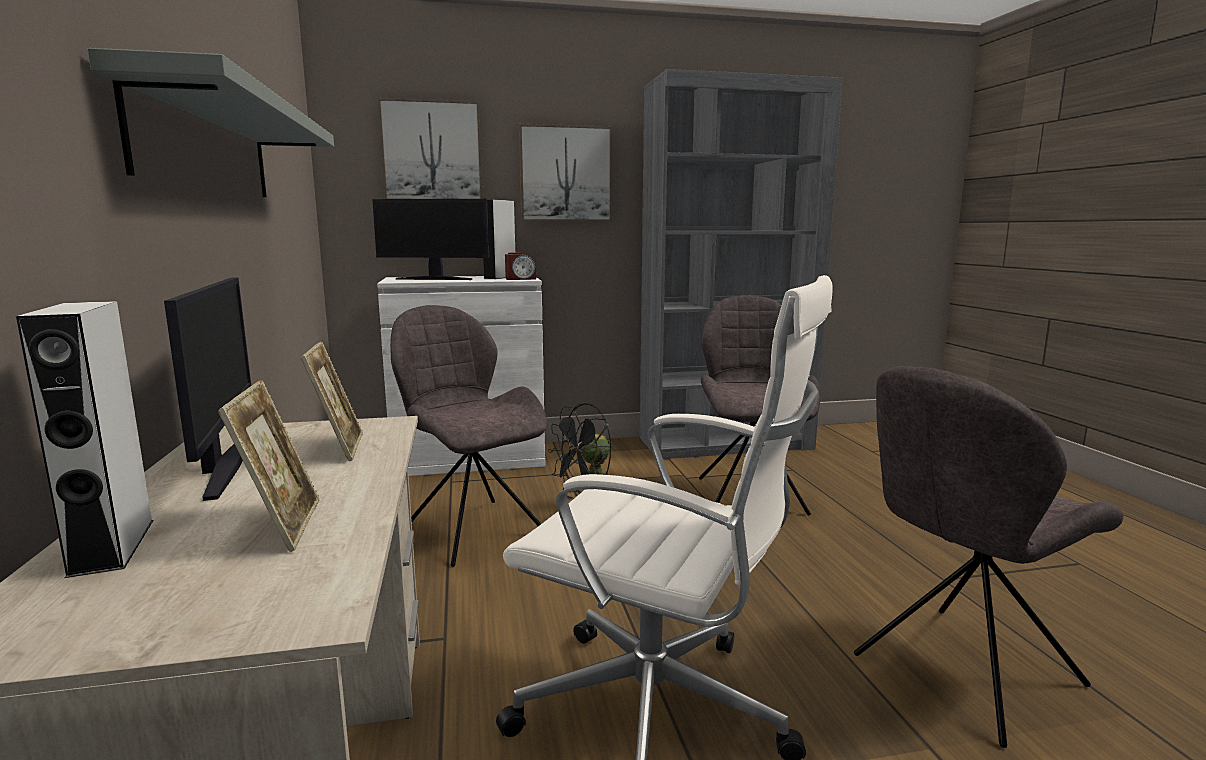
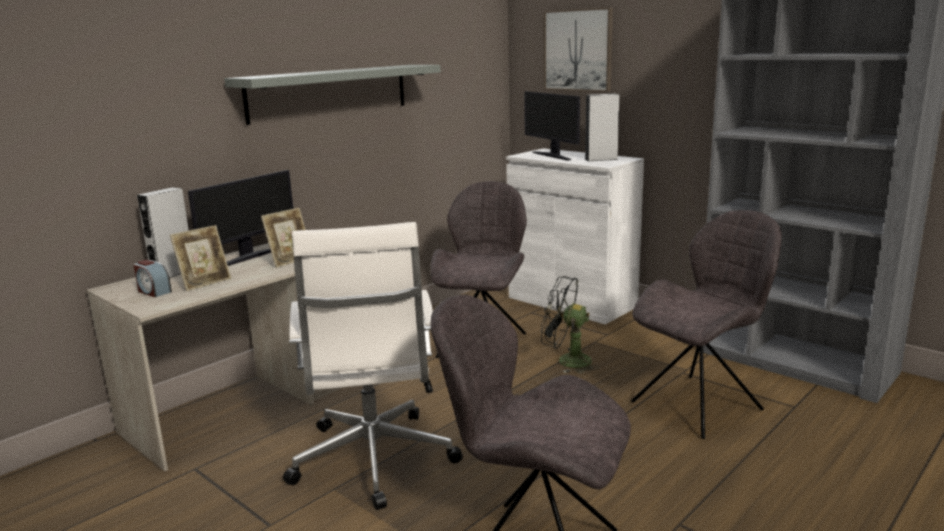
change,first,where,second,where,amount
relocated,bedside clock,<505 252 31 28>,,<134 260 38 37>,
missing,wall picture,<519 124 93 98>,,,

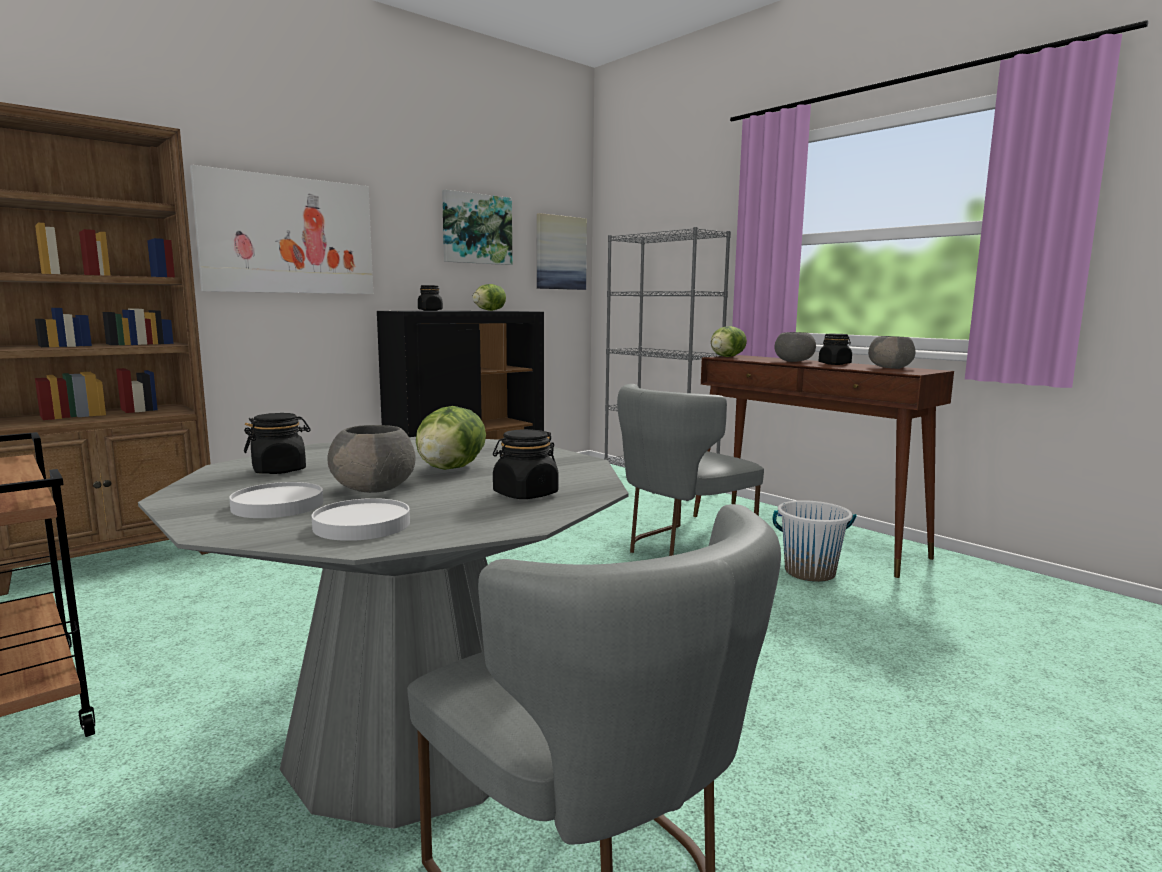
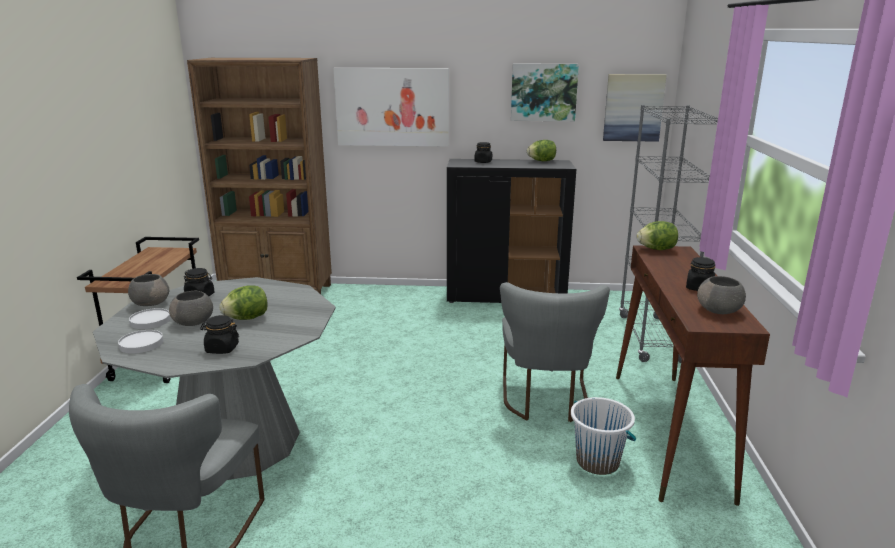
change,first,where,second,where,amount
relocated,greyish deep dish,<774 332 42 30>,,<128 274 41 32>,
spun,greyish plain chair,<617 384 147 172>,,<500 282 110 140>,90 degrees counterclockwise

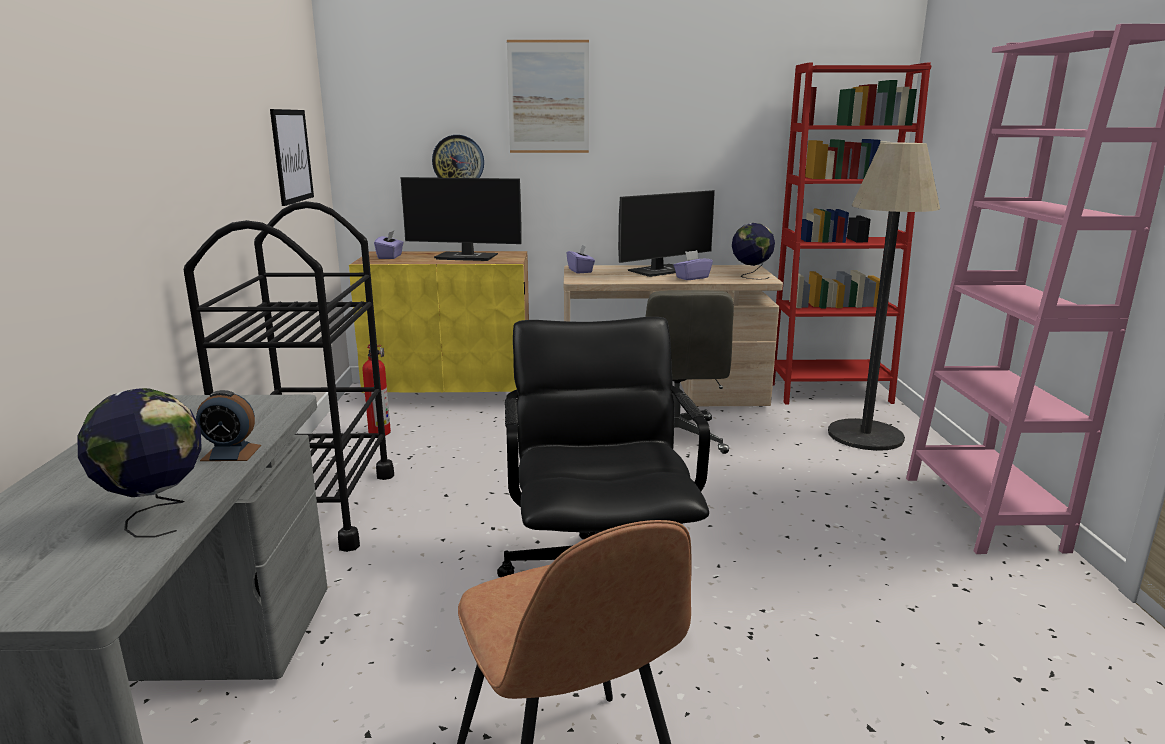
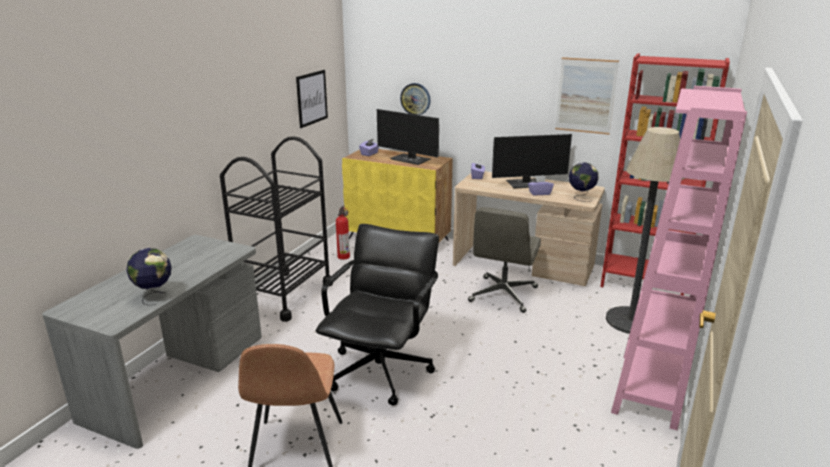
change,first,where,second,where,amount
relocated,wall picture,<507 40 82 113>,,<555 57 64 78>,
missing,bedside clock,<196 390 65 71>,,,

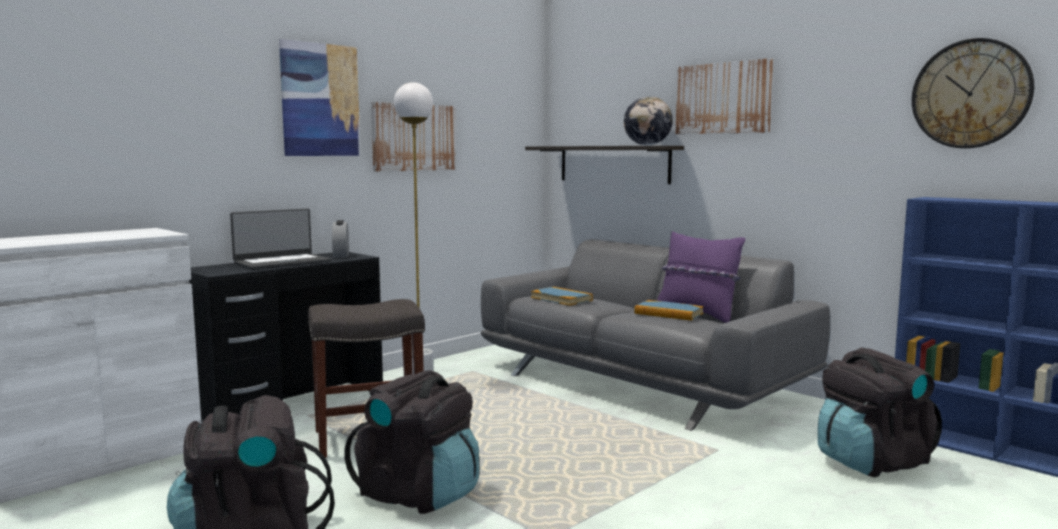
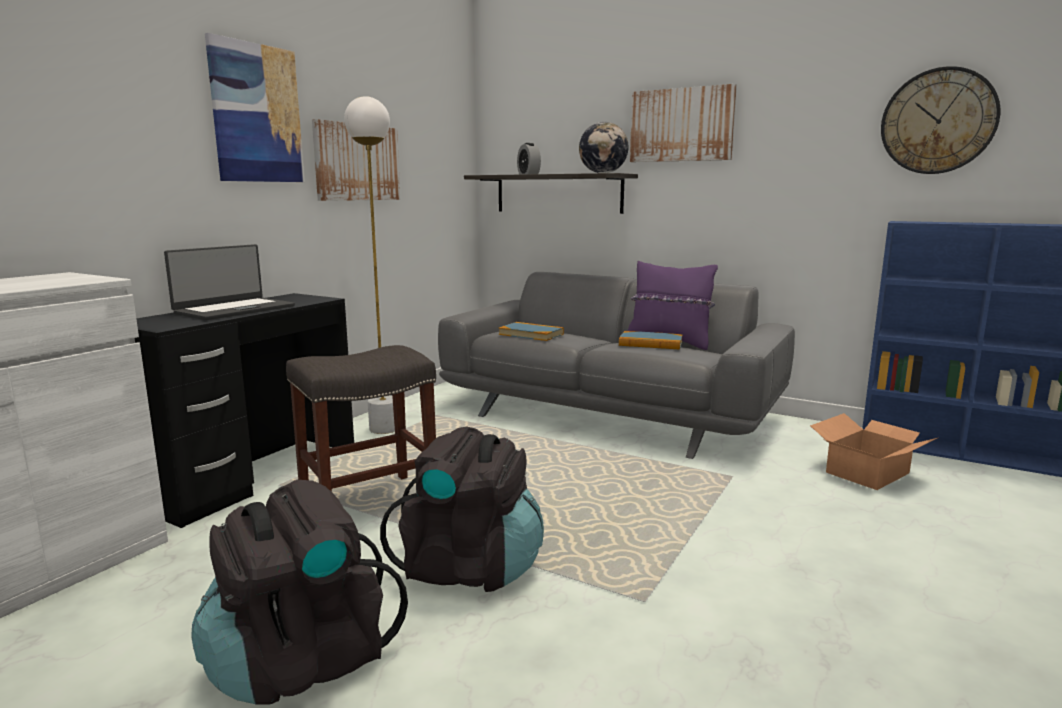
change,first,where,second,where,amount
relocated,bedside clock,<332 220 17 38>,,<517 143 24 32>,
exchanged,blackish rucksack,<818 348 124 129>,packing box,<810 413 127 77>,

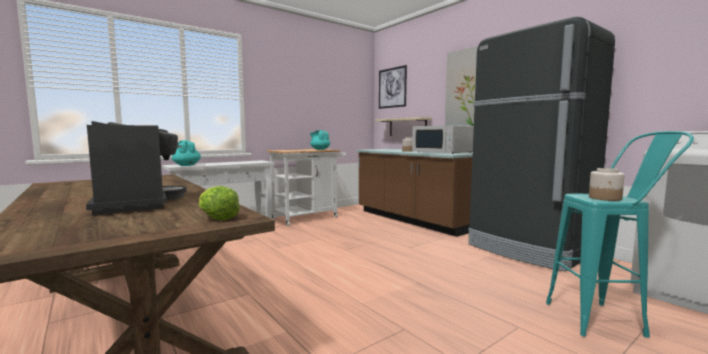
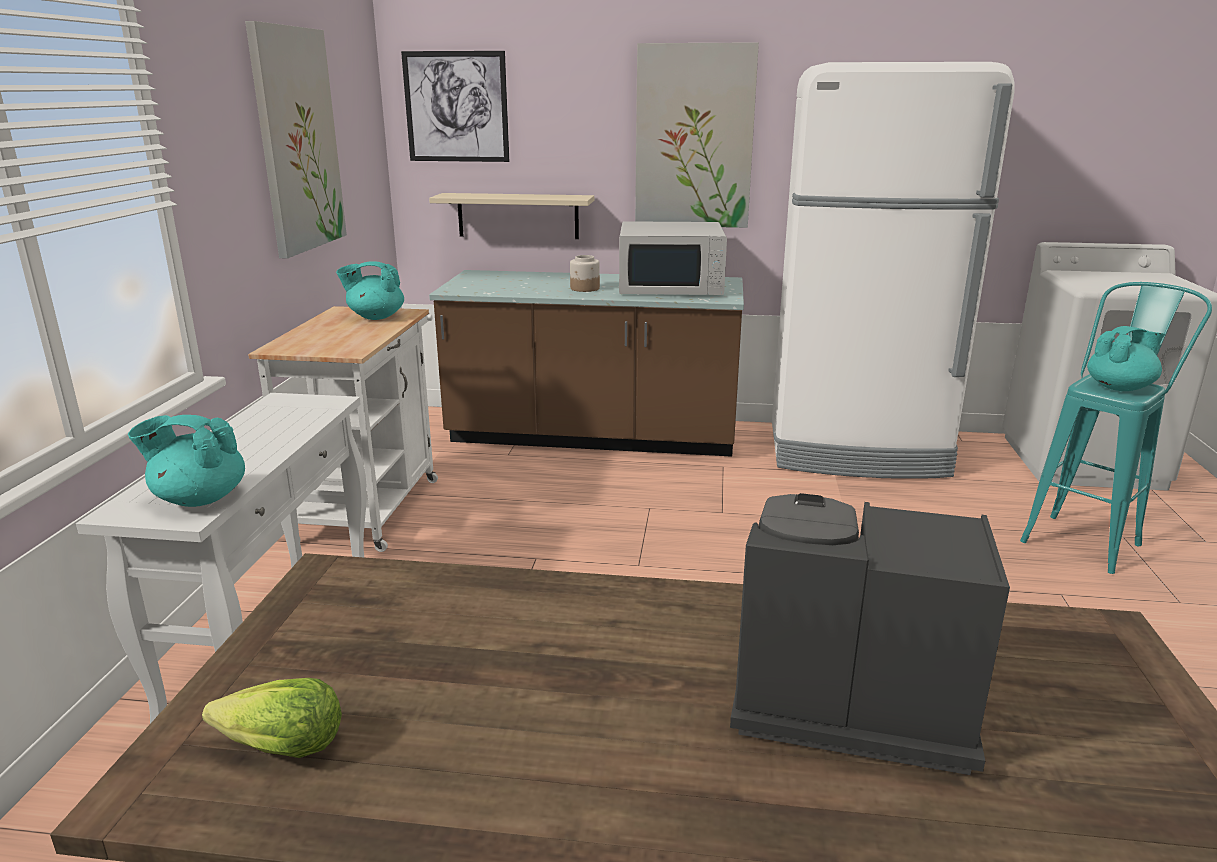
change,first,where,second,where,amount
relocated,head of lettuce,<199 186 41 34>,,<202 678 140 80>,
appeared,,,wall picture,<245 21 102 237>,
colour,blackish kitchen fridge,<468 17 147 255>,white kitchen fridge,<772 62 243 417>,
exchanged,preserve jar,<589 168 36 33>,turquoise tea pot,<1087 326 78 65>,

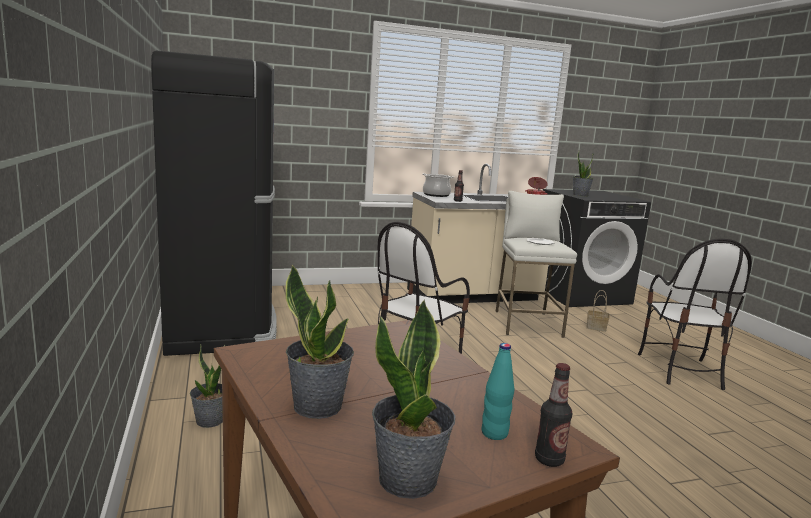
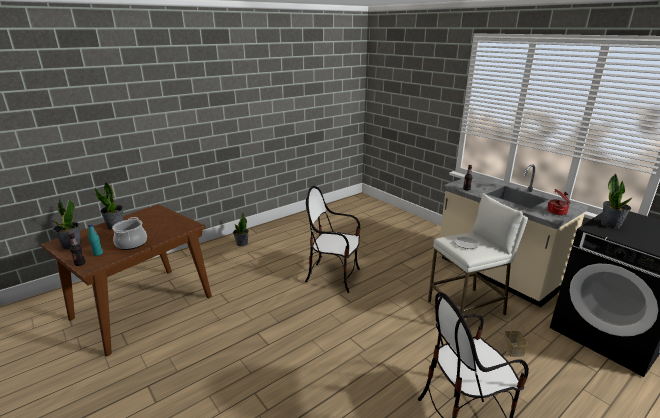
change,first,where,second,where,amount
relocated,stockpot,<422 173 32 24>,,<112 217 35 33>,
missing,blackish kitchen fridge,<151 51 126 305>,,,

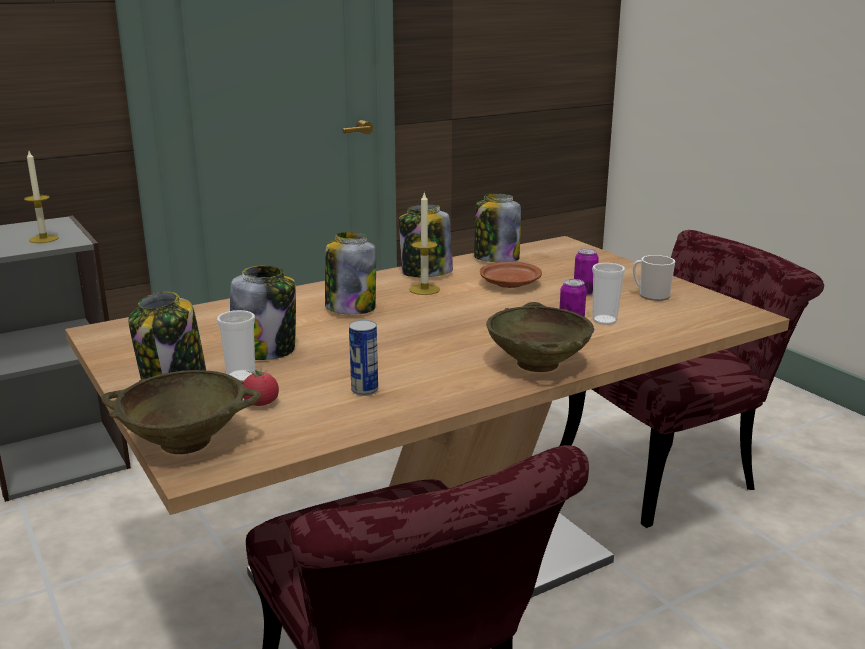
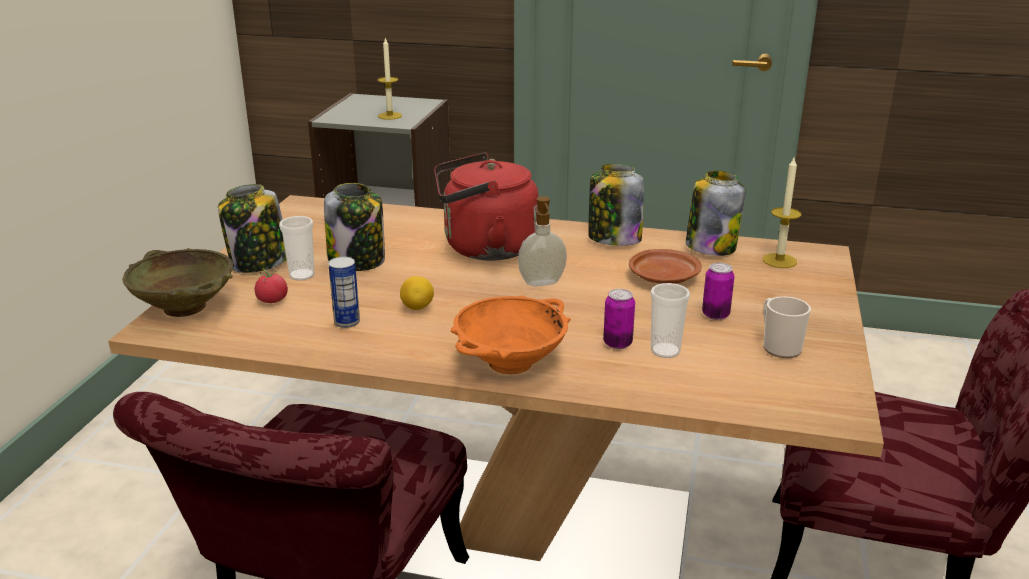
change,first,where,second,where,amount
appeared,,,citrus fruit,<400 276 34 34>,
exchanged,preserve jar,<325 232 51 83>,reddish tea kettle,<434 153 105 107>,
colour,beige deep dish,<486 302 108 70>,orange deep dish,<450 295 121 79>,
appeared,,,soap bottle,<518 196 49 90>,
relocated,wax candle,<409 193 31 102>,,<763 158 38 110>,

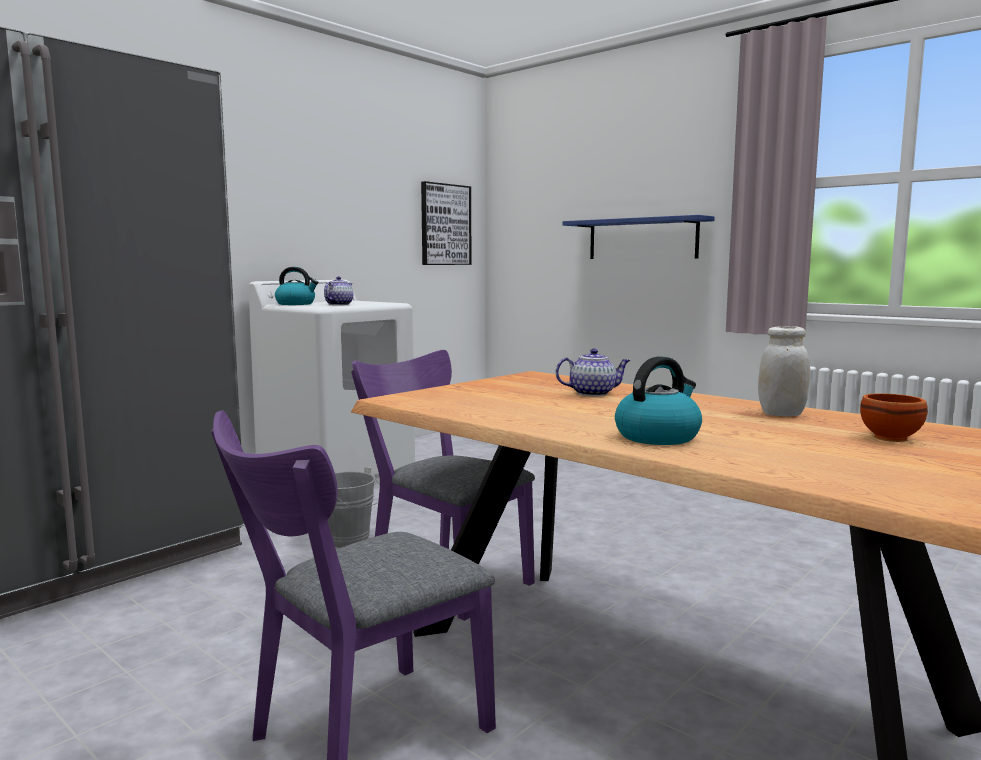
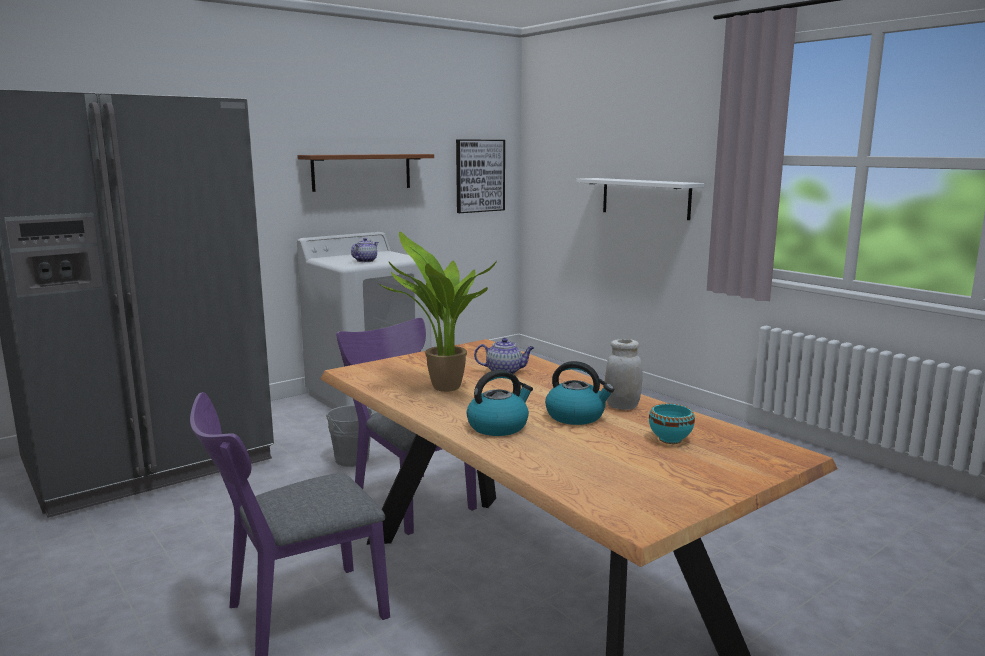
change,first,where,second,where,amount
appeared,,,brown bracket shelf,<297 154 137 38>,
appeared,,,houseplant,<376 231 121 161>,
relocated,tea kettle,<275 267 43 38>,,<545 361 69 64>,
colour,bluish bracket shelf,<563 215 152 44>,white bracket shelf,<576 178 128 42>,
colour,brown deep dish,<860 393 68 49>,turquoise deep dish,<649 404 46 40>,

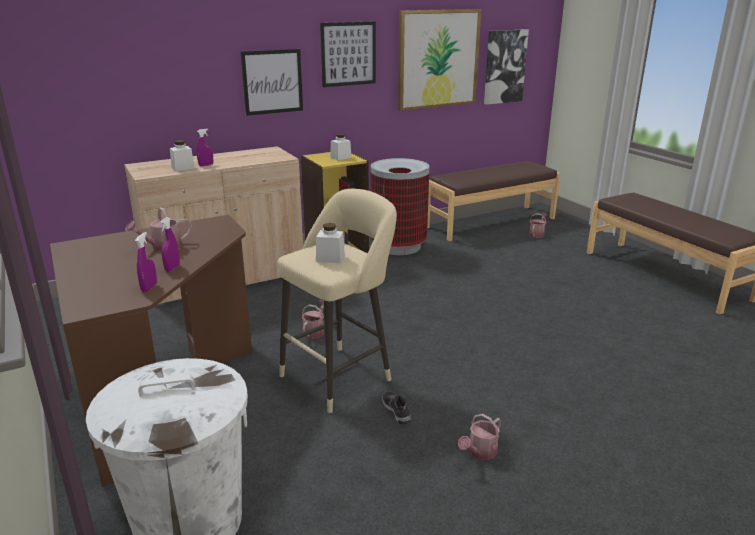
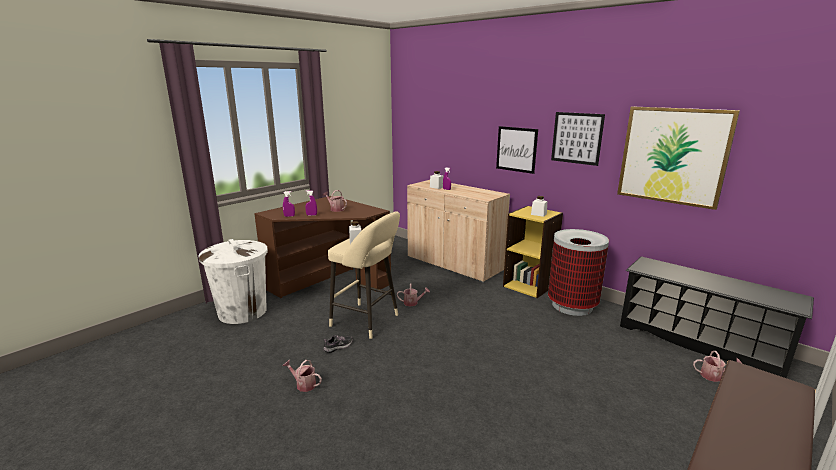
change,first,where,second,where,amount
exchanged,brown bench,<427 161 133 80>,blackish shoe rack,<620 257 194 121>,
missing,wall picture,<484 29 45 76>,,,

